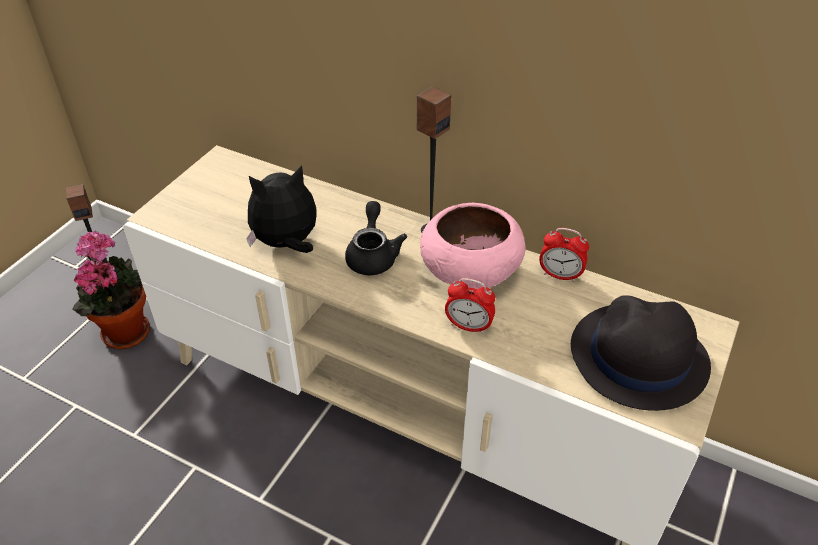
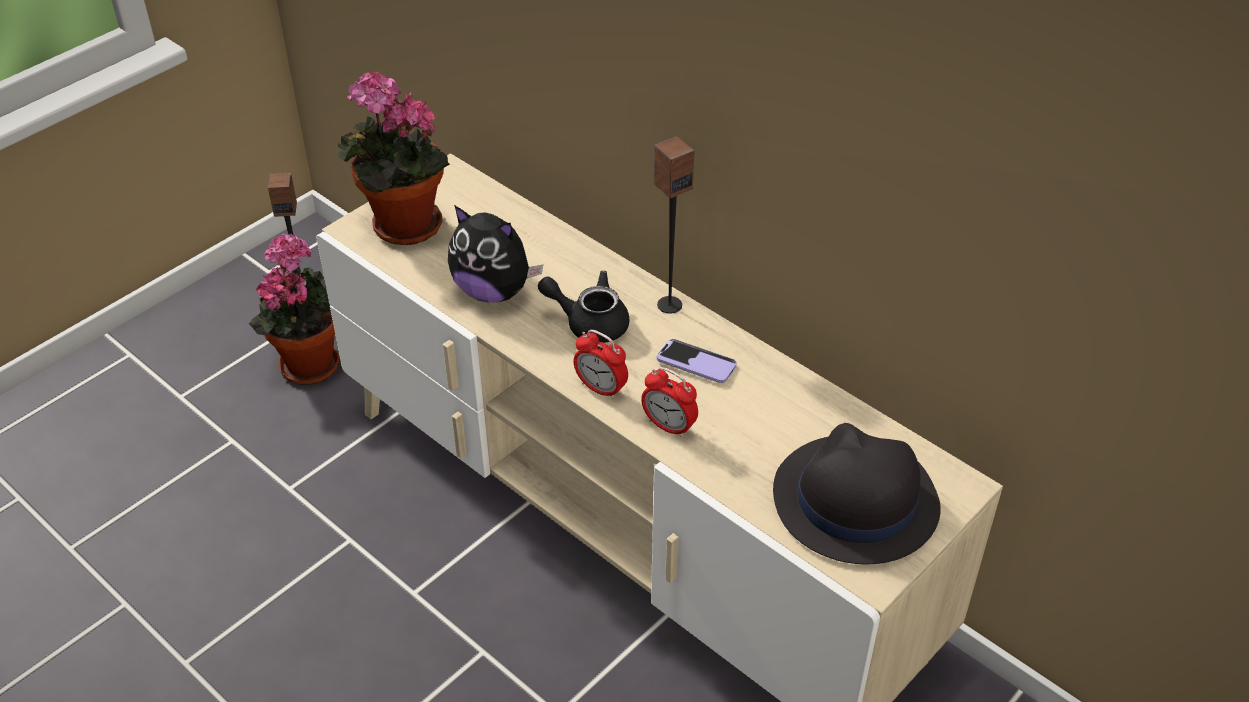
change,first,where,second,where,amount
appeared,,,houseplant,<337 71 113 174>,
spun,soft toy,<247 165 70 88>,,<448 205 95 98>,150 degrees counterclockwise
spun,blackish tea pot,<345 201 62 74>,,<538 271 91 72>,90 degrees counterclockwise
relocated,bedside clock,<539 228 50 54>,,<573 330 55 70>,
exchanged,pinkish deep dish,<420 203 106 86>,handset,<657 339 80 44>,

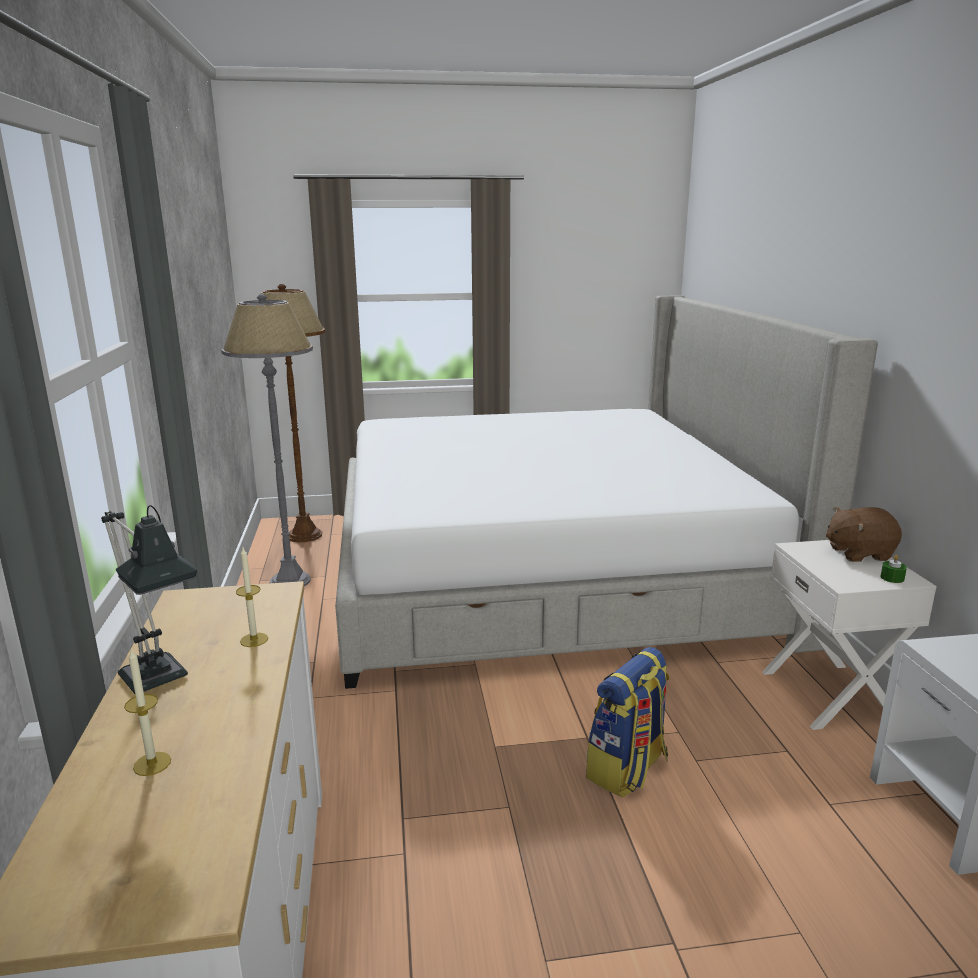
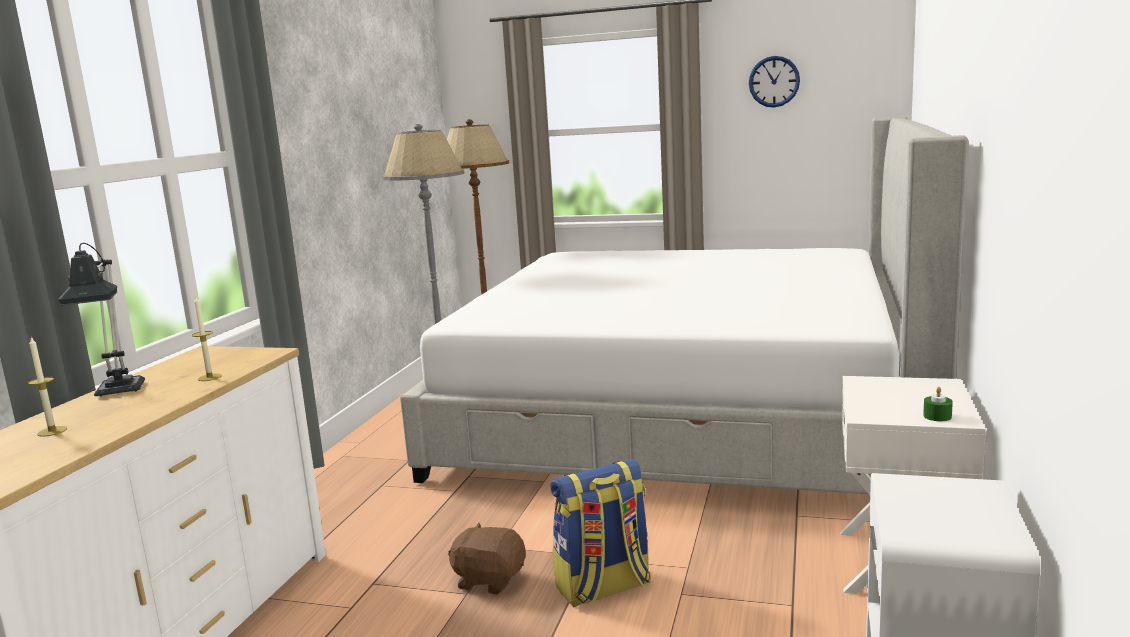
change,first,where,second,where,amount
relocated,brown soft toy,<826 507 76 55>,,<448 523 78 72>,
appeared,,,wall clock,<749 56 51 51>,

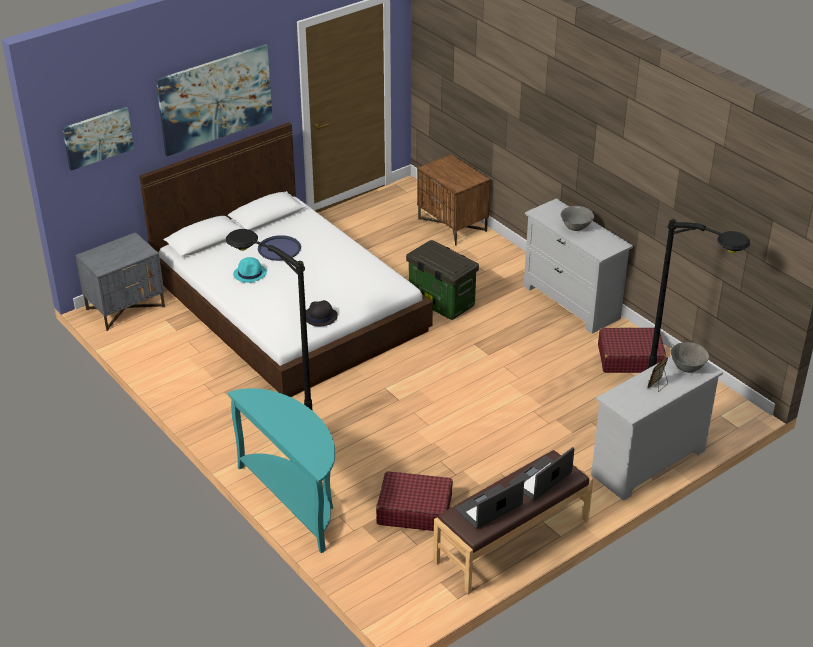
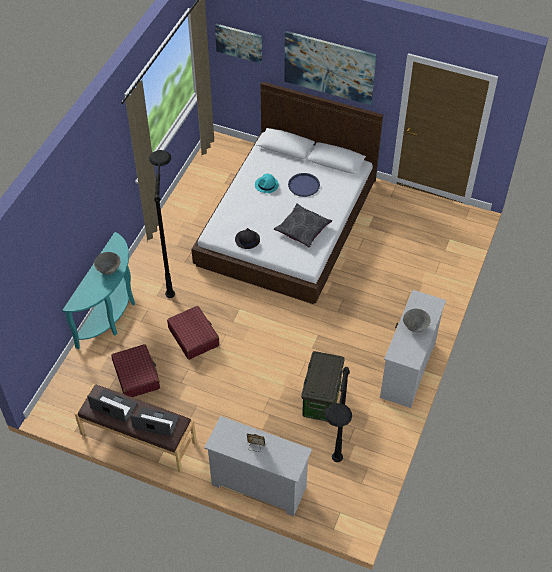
change,first,where,second,where,amount
relocated,greyish deep dish,<671 342 38 31>,,<94 252 27 23>,
relocated,reddish suitcase,<598 328 68 45>,,<167 306 52 54>,
appeared,,,greyish pillow,<274 203 58 45>,
relocated,storage bin,<406 240 73 80>,,<301 351 44 70>,
missing,greyish bedside table,<75 232 90 99>,,,
missing,brown bedside table,<417 154 74 91>,,,

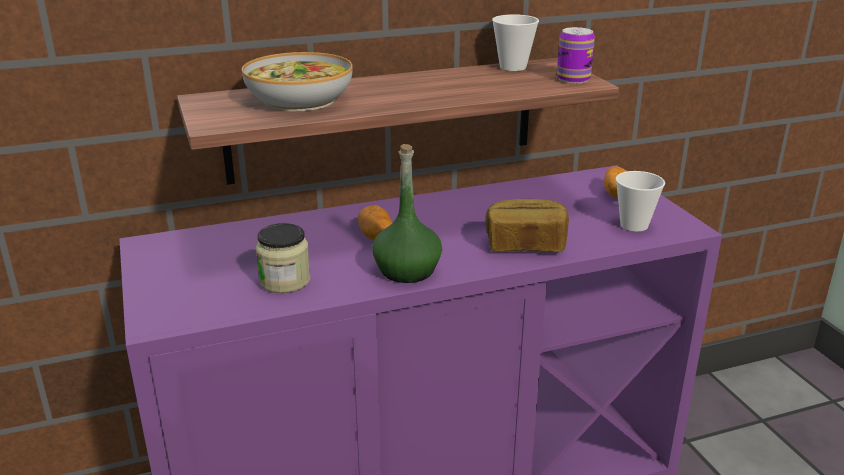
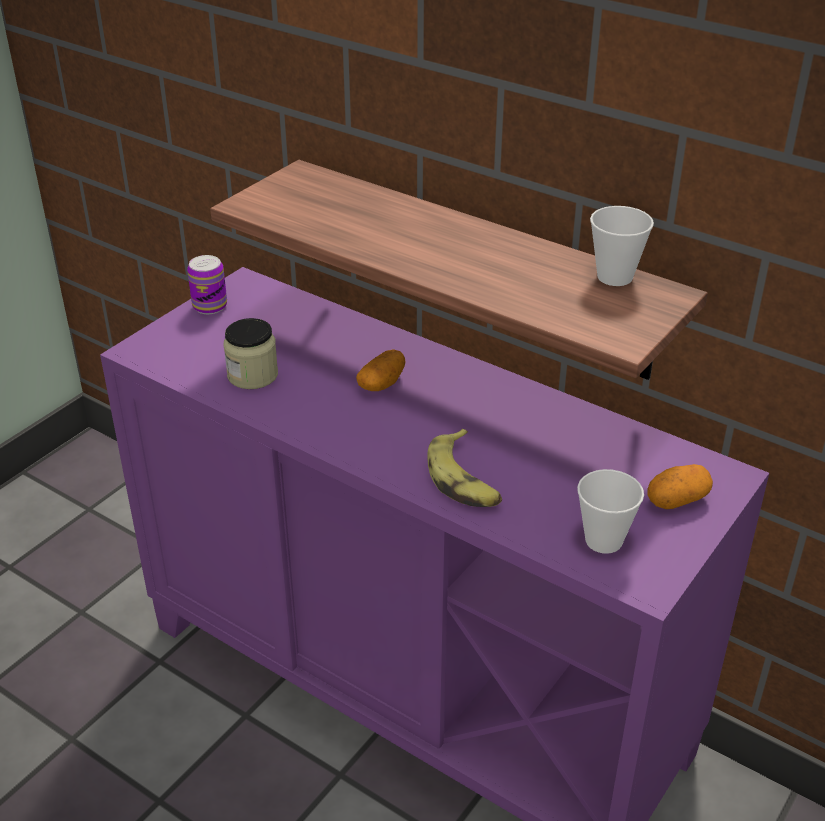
change,first,where,second,where,amount
relocated,sealed can,<557 27 38 56>,,<187 255 40 59>,
exchanged,bakery bread,<485 199 84 53>,whole banana,<427 429 75 78>,
missing,deep dish,<242 52 111 59>,,,
missing,green beverage bottle,<372 144 70 139>,,,

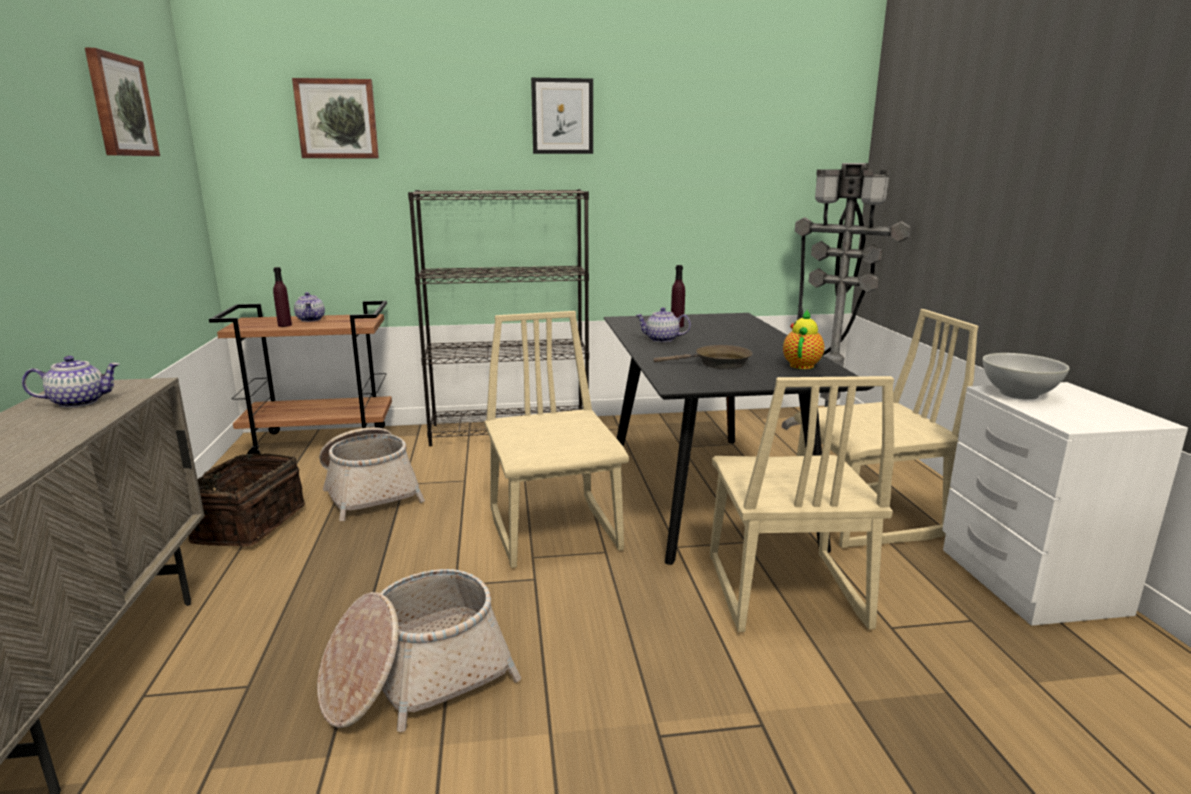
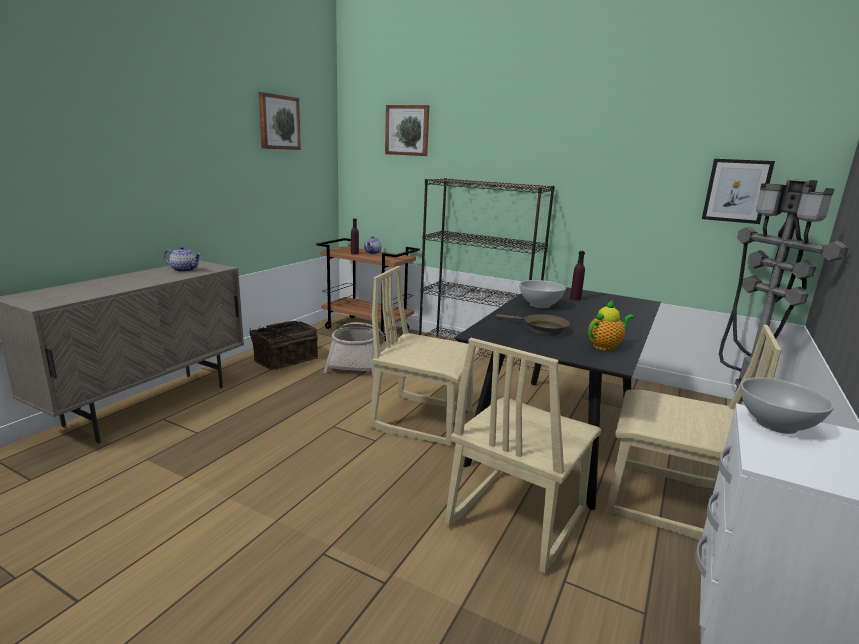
change,first,where,second,where,amount
spun,beige plain chair,<485 311 144 257>,,<369 266 111 180>,90 degrees counterclockwise
exchanged,tea pot,<635 307 56 35>,white deep dish,<519 280 47 28>,
relocated,wall picture,<531 78 62 76>,,<702 159 73 65>,
missing,storage basket,<317 569 204 163>,,,

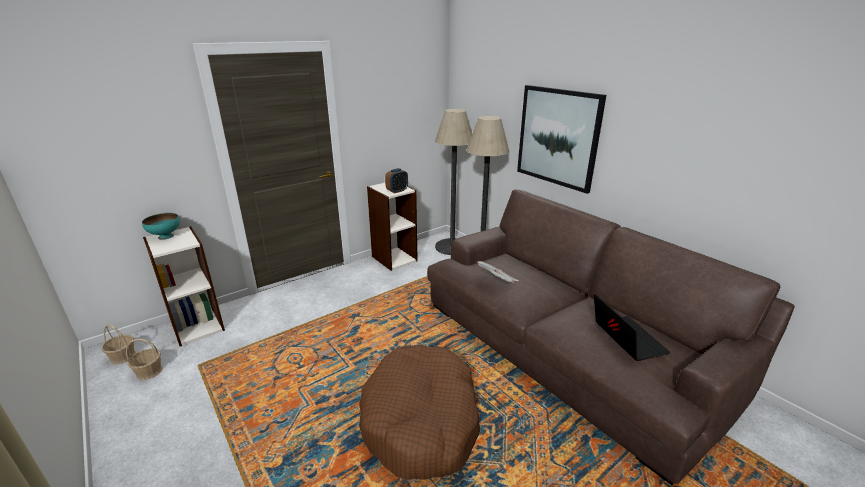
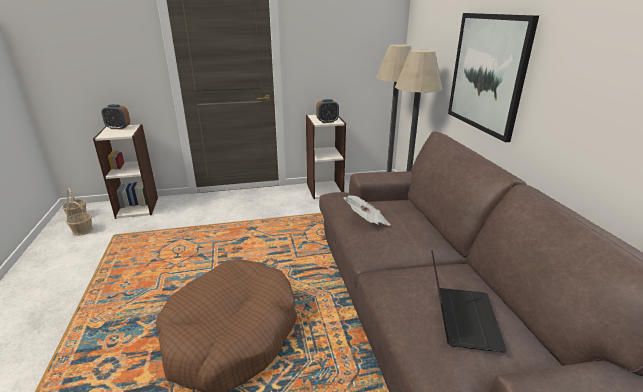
change,first,where,second,where,amount
exchanged,turquoise deep dish,<142 213 38 27>,bedside clock,<102 104 28 25>,

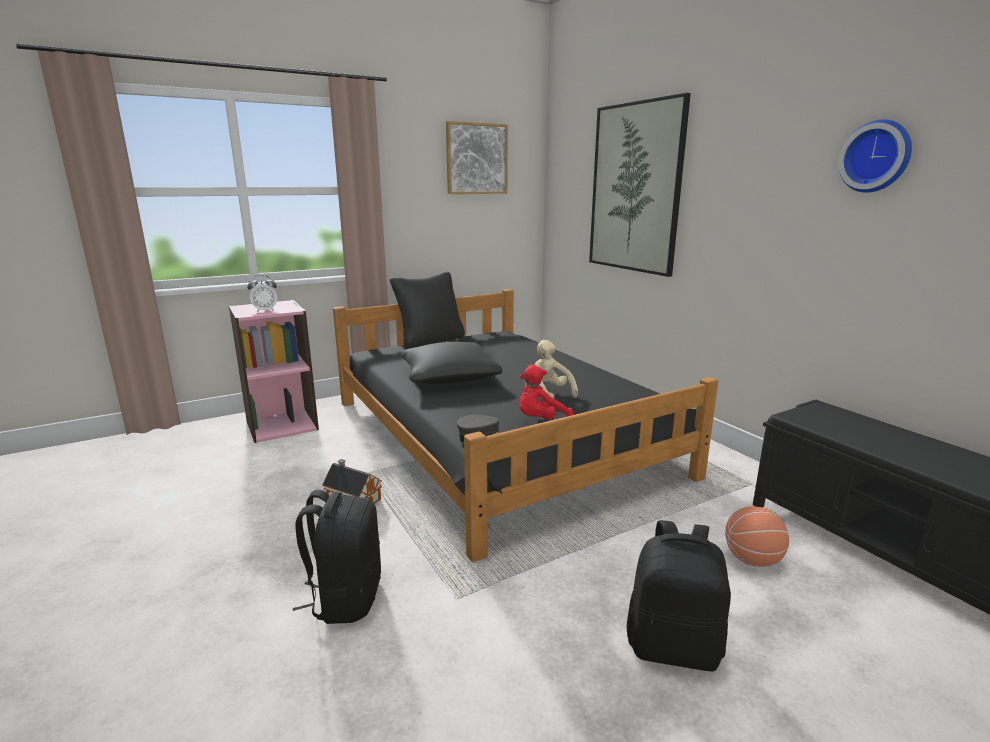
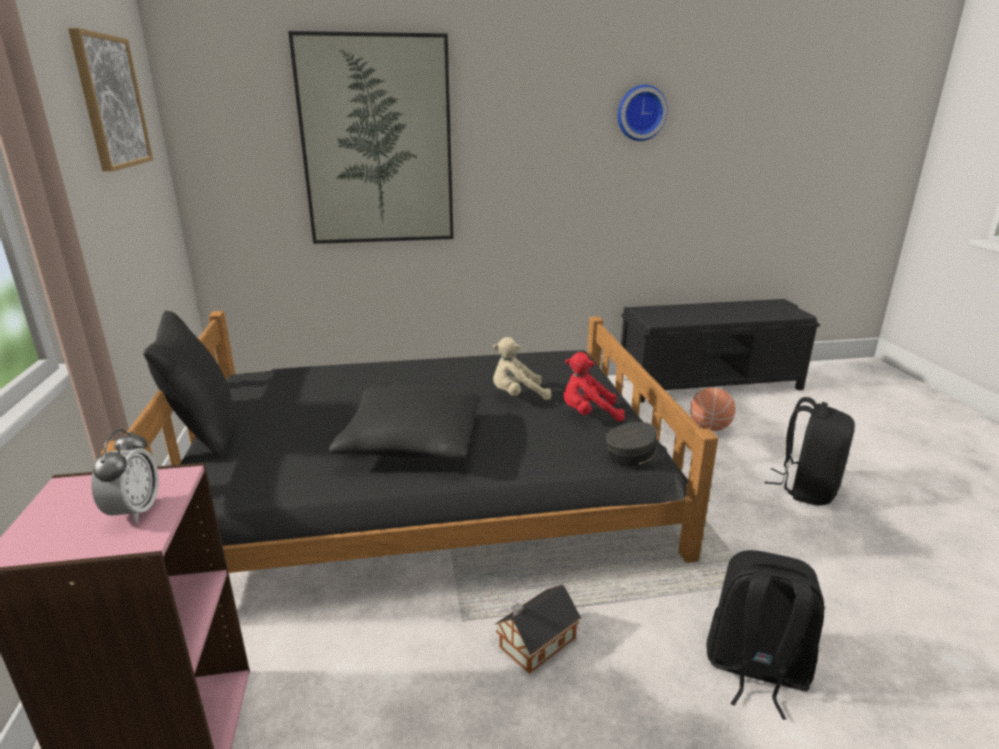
change,first,where,second,where,amount
spun,reddish soft toy,<519 365 54 55>,,<564 352 61 70>,105 degrees clockwise

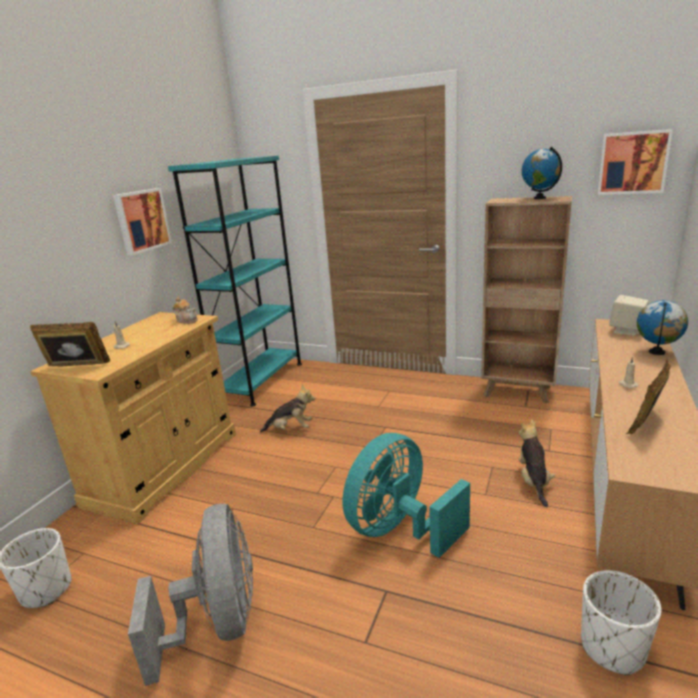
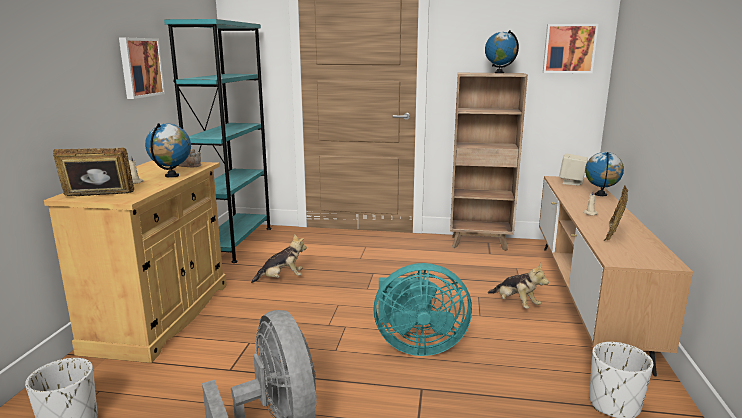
change,first,where,second,where,amount
appeared,,,world globe,<145 123 46 55>,
spun,turquoise electric fan,<342 433 128 125>,,<373 263 99 93>,120 degrees counterclockwise
spun,soft toy,<519 419 36 88>,,<488 263 61 46>,150 degrees clockwise

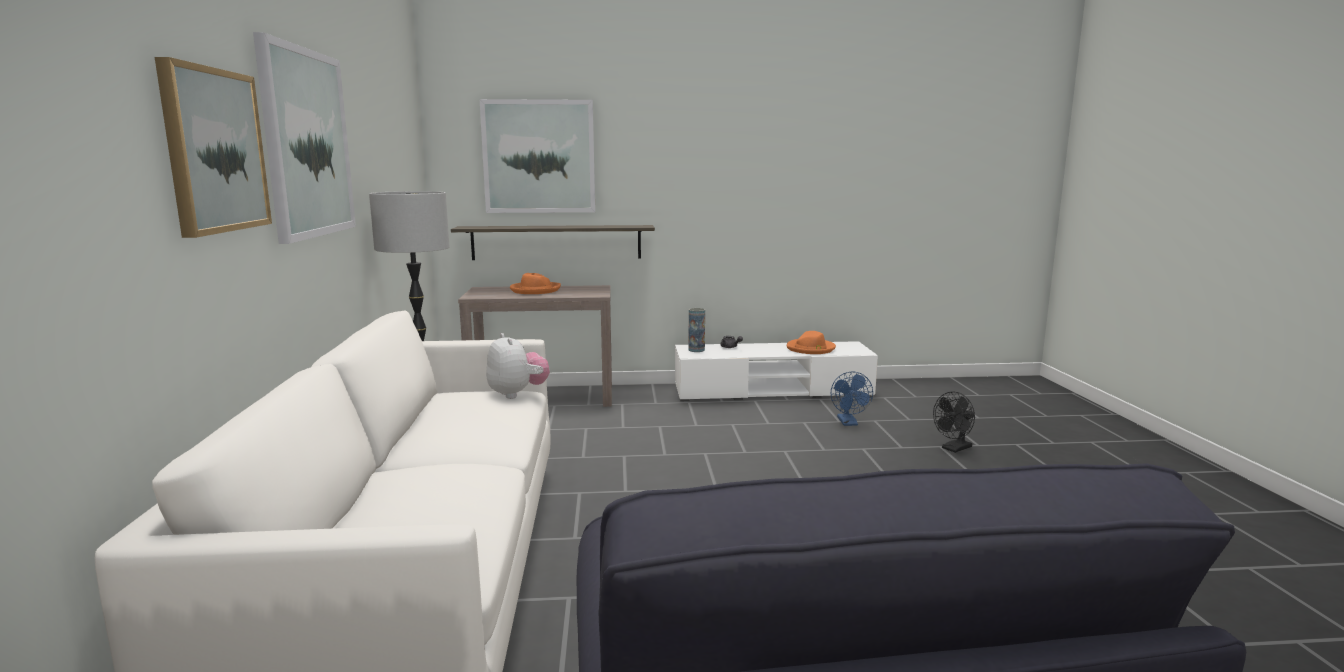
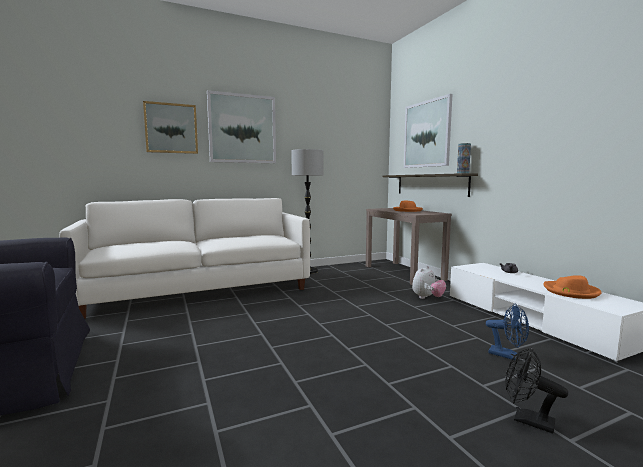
change,first,where,second,where,amount
relocated,soft toy,<486 333 64 66>,,<412 266 34 33>,
relocated,decorative vase,<688 308 17 44>,,<457 143 14 31>,
spun,bluish electric fan,<831 371 42 55>,,<486 304 43 56>,120 degrees counterclockwise

